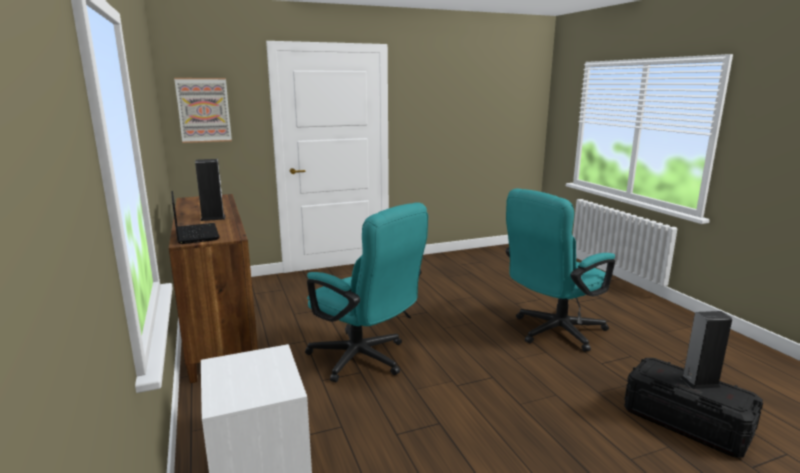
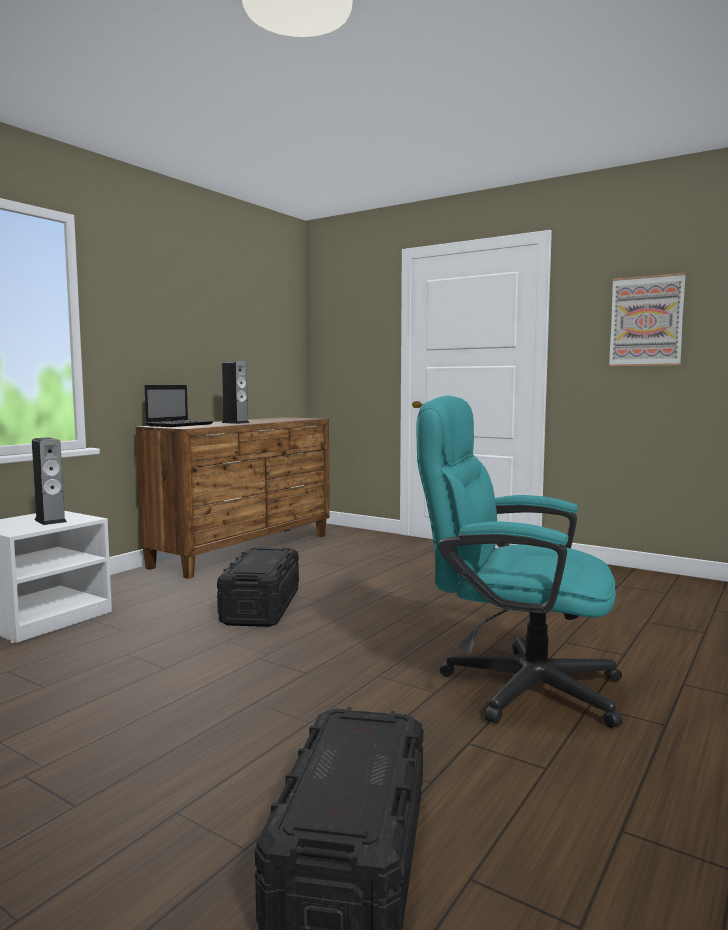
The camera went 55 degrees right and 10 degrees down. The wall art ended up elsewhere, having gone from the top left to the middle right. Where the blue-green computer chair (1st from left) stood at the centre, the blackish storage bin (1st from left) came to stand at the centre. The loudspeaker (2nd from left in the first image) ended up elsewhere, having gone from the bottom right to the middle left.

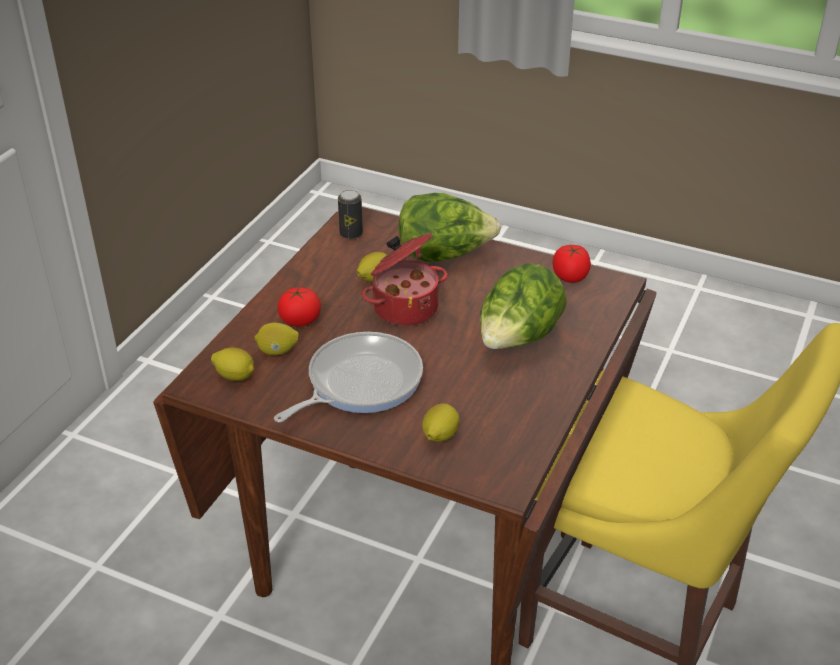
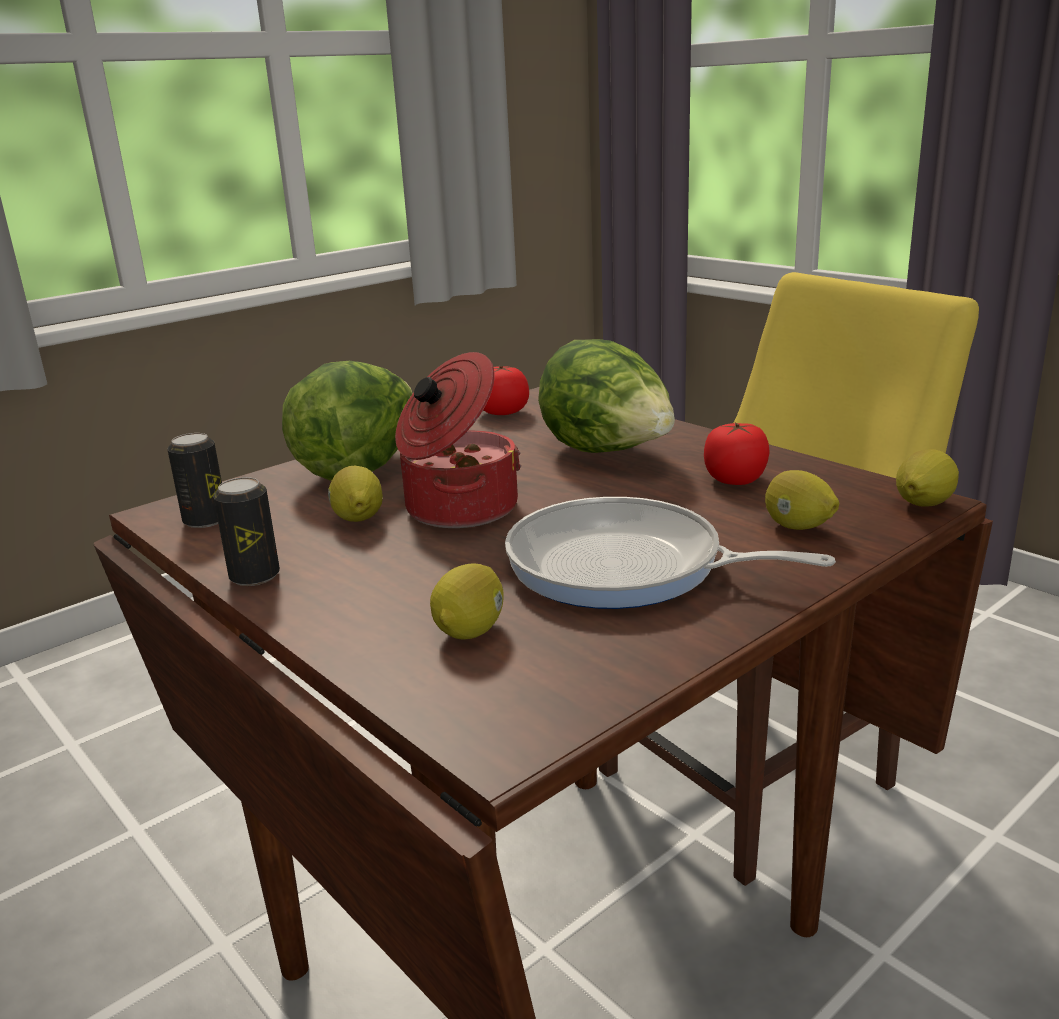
The camera went 65 degrees left and 15 degrees down. The tomato (1st from left in the first image) ended up elsewhere, having gone from the centre to the middle right. The frying pan at the centre ended up facing another way, 45 degrees counterclockwise from before. The lemon (1st from left in the first image) ended up elsewhere, having gone from the middle left to the middle right. The second view gained the sealed can (2nd from left) at the middle left.

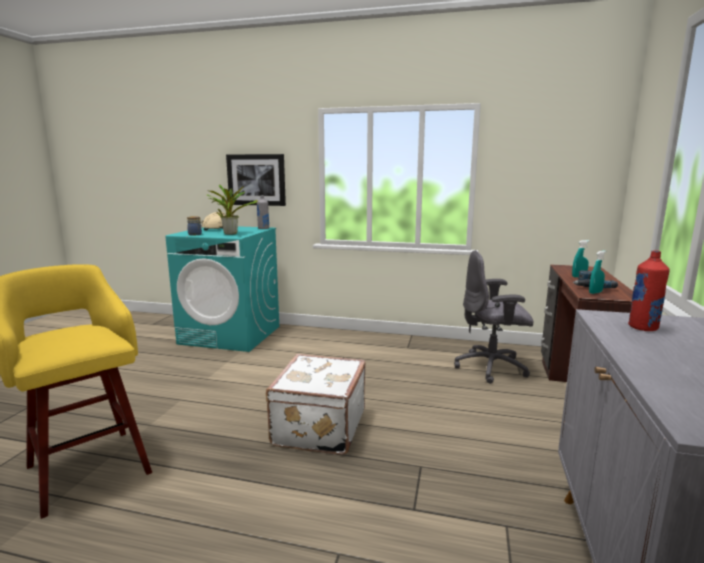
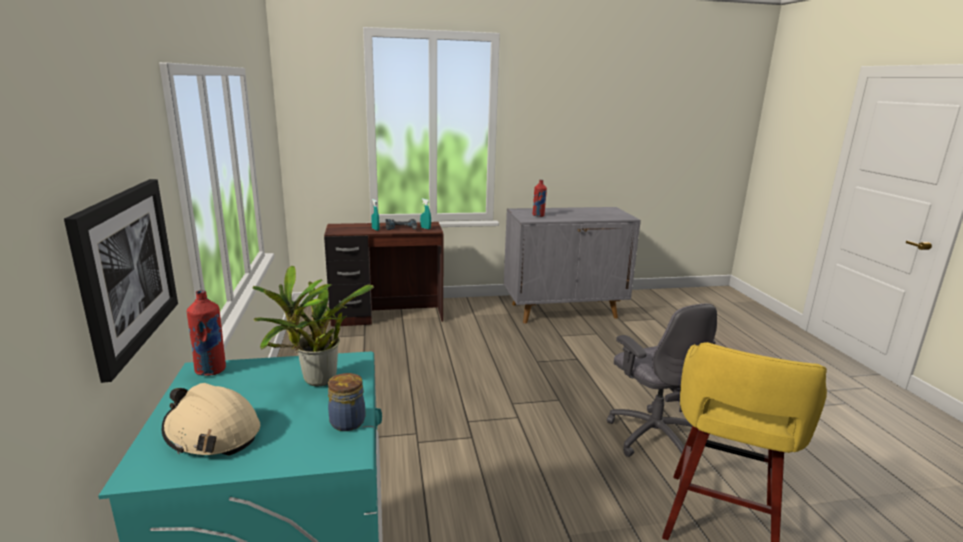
The camera went 115 degrees left and 5 degrees up. What was the greyish drink bottle at the centre turned into the red drink bottle (1st from left) at the middle left. The greyish computer chair ended up elsewhere, having gone from the middle right to the bottom right. The second view lost the white travel case at the bottom centre.

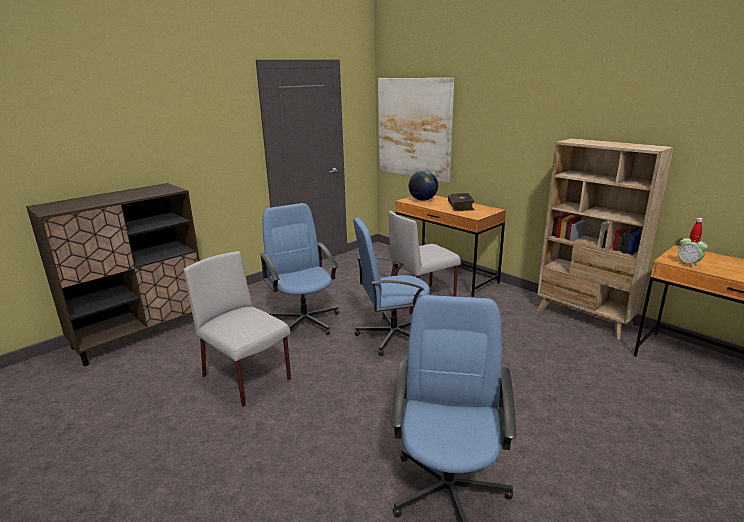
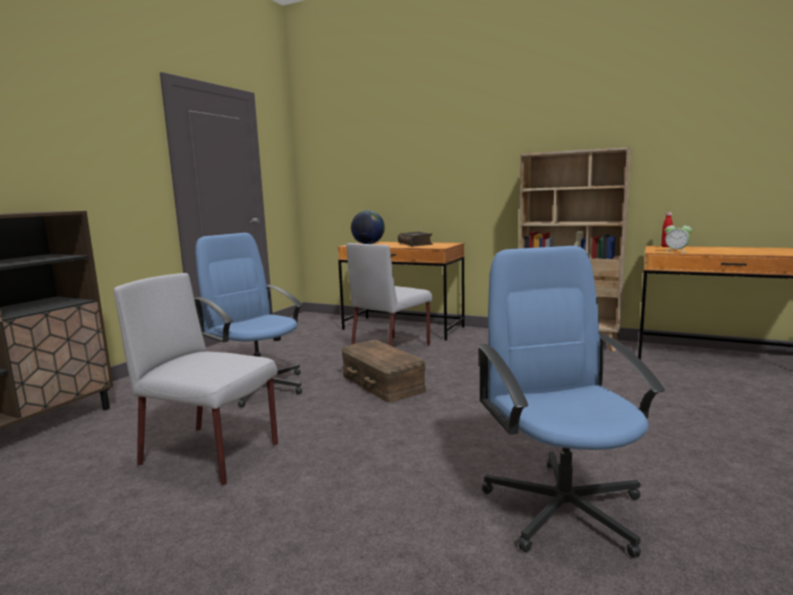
The camera went 20 degrees left and 10 degrees down. The second view lost the wall art at the top centre. Where the bluish computer chair (2nd from left) stood at the centre, the brown storage bin came to stand at the centre.

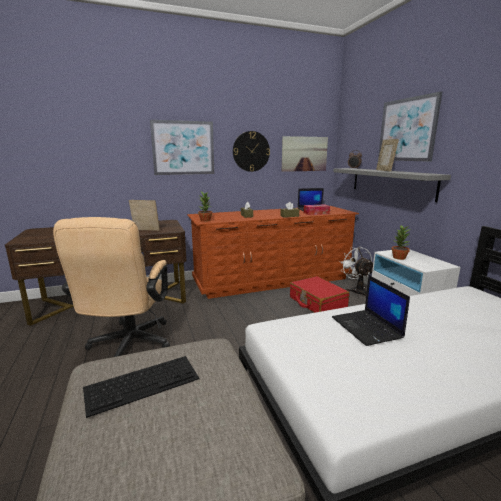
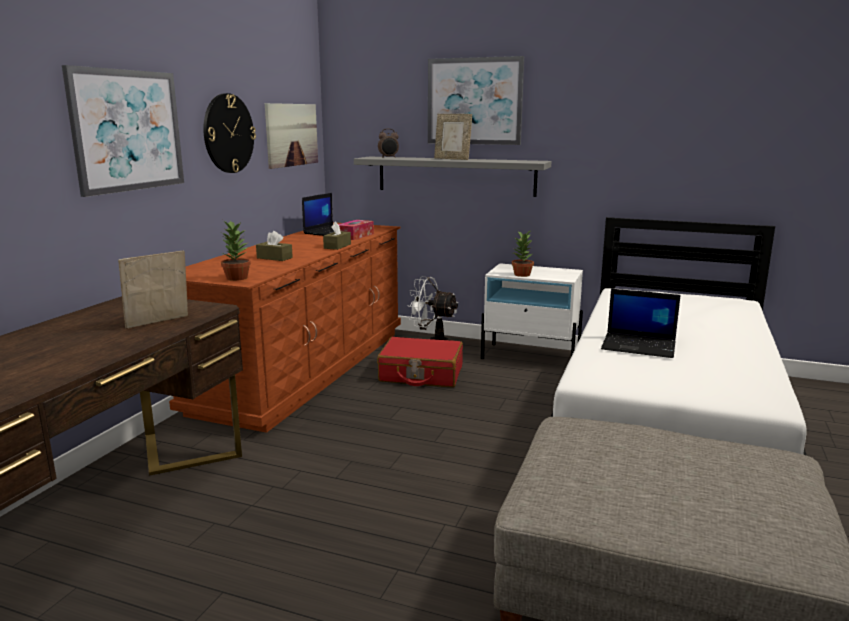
The camera went 50 degrees left and 0 degrees up. The second view lost the beige computer chair at the middle left. The second view lost the PC keyboard at the bottom left.

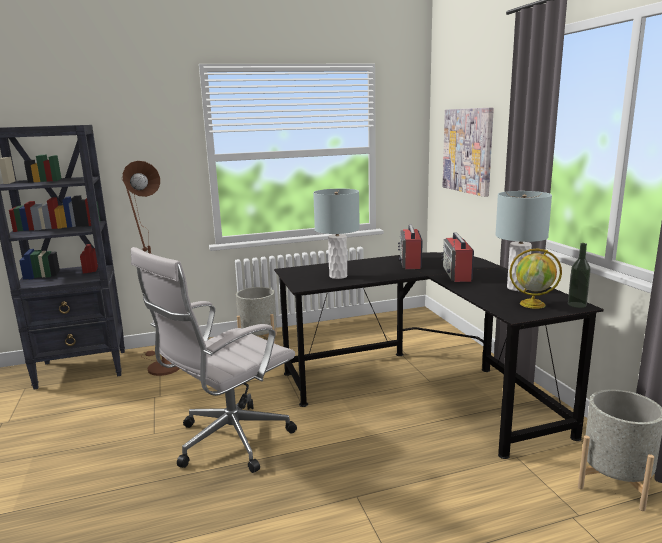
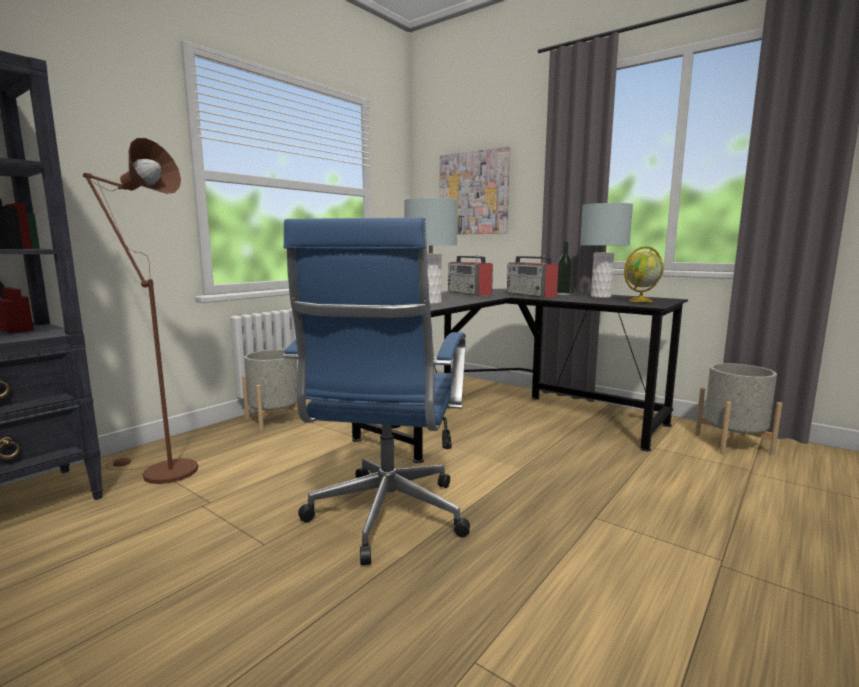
The camera went 35 degrees left and 5 degrees down. The drink bottle ended up elsewhere, having gone from the middle right to the centre. What was the white computer chair at the middle left turned into the bluish computer chair at the centre.

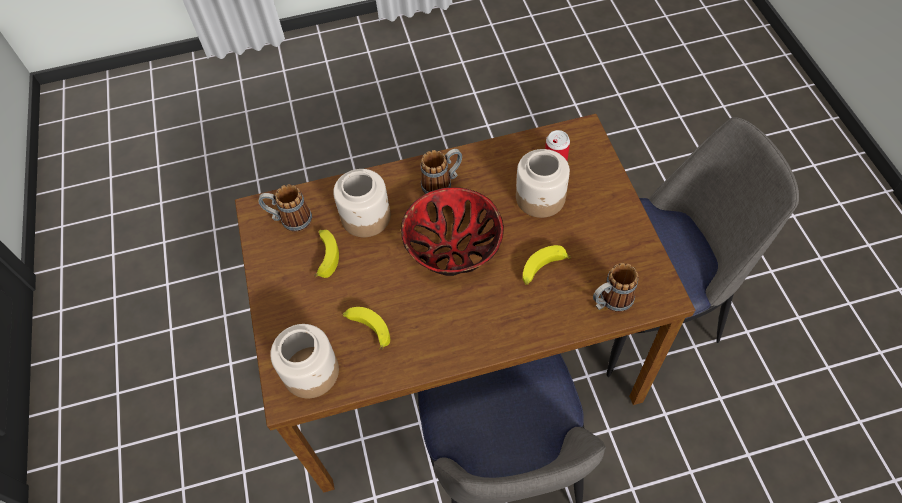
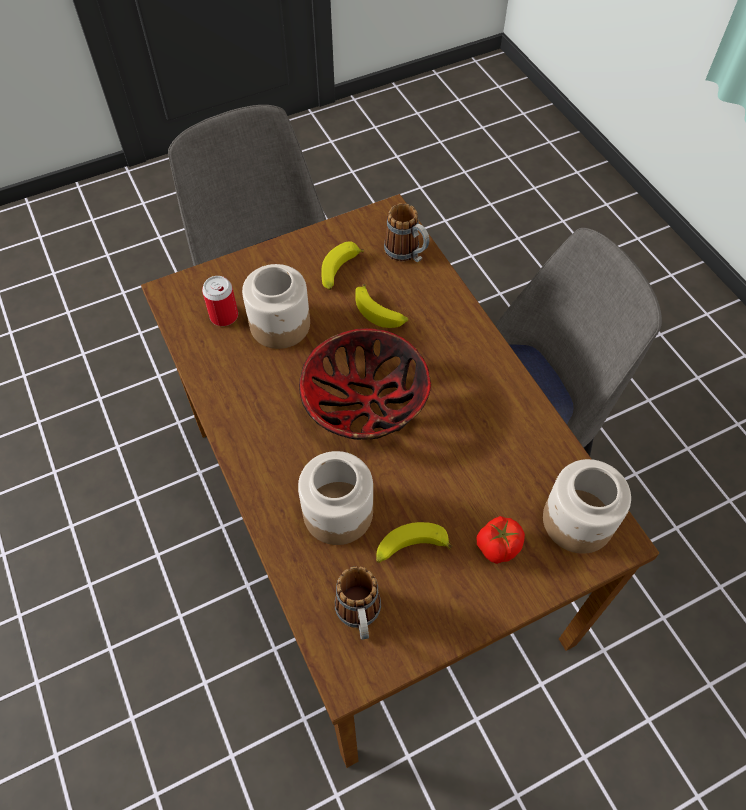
The camera went 105 degrees left and 0 degrees up. The second view lost the tea mug (2nd from left) at the centre. The whole banana (2nd from left in the first image) ended up elsewhere, having gone from the centre to the top centre. The second view gained the tomato at the bottom right.

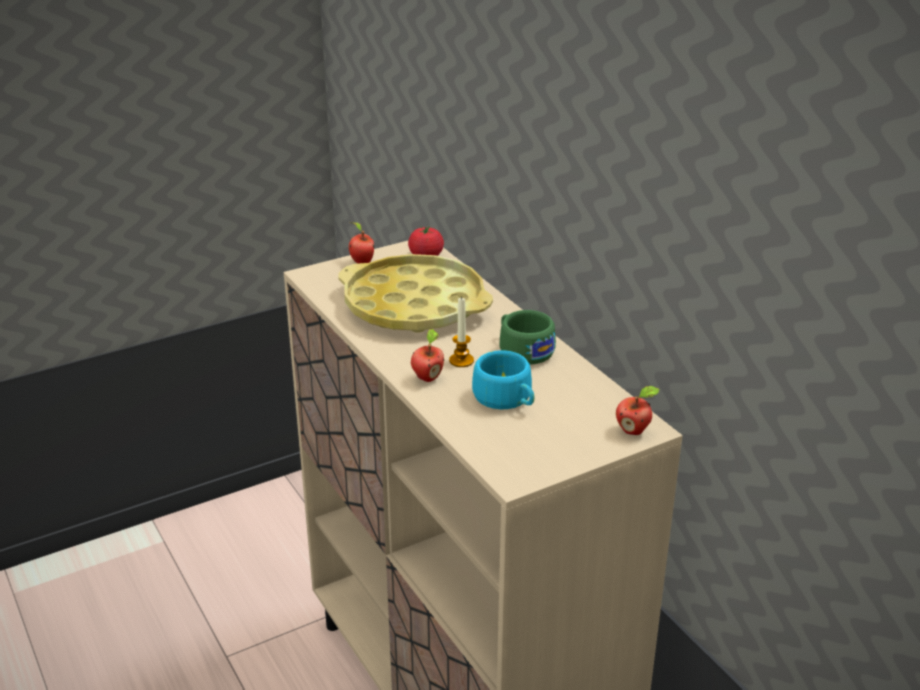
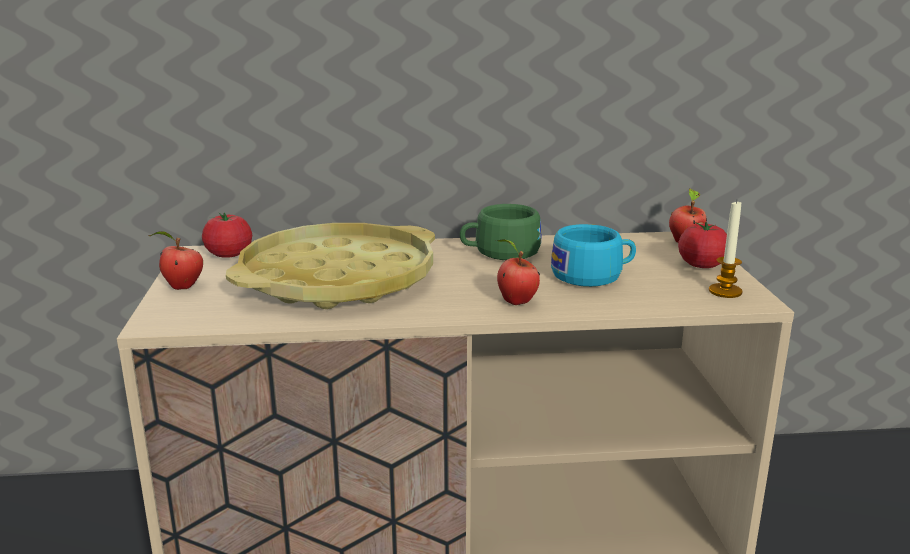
The camera went 65 degrees left and 10 degrees down. The wax light ended up elsewhere, having gone from the centre to the middle right. The second view gained the tomato (2nd from left) at the middle right.

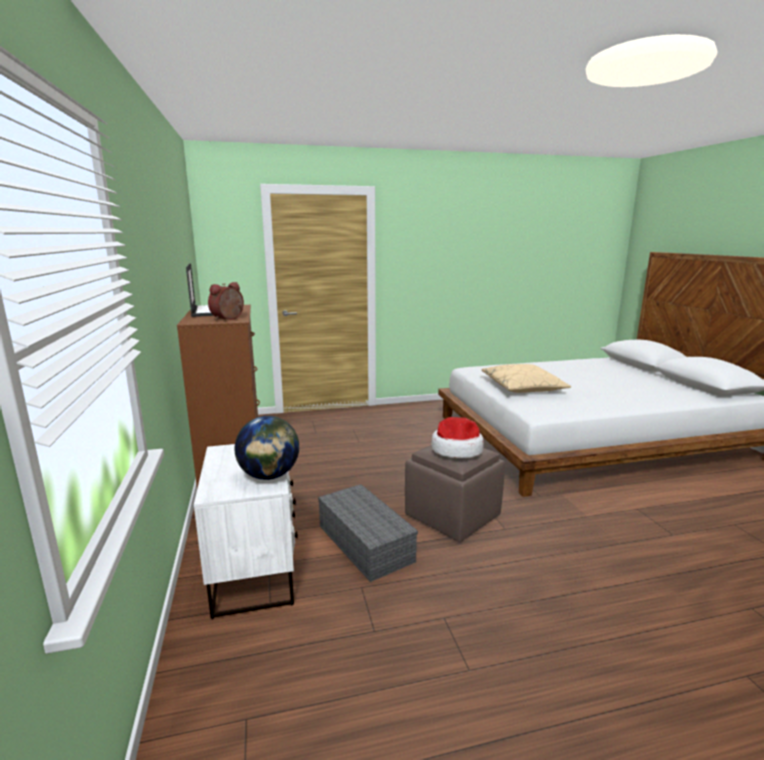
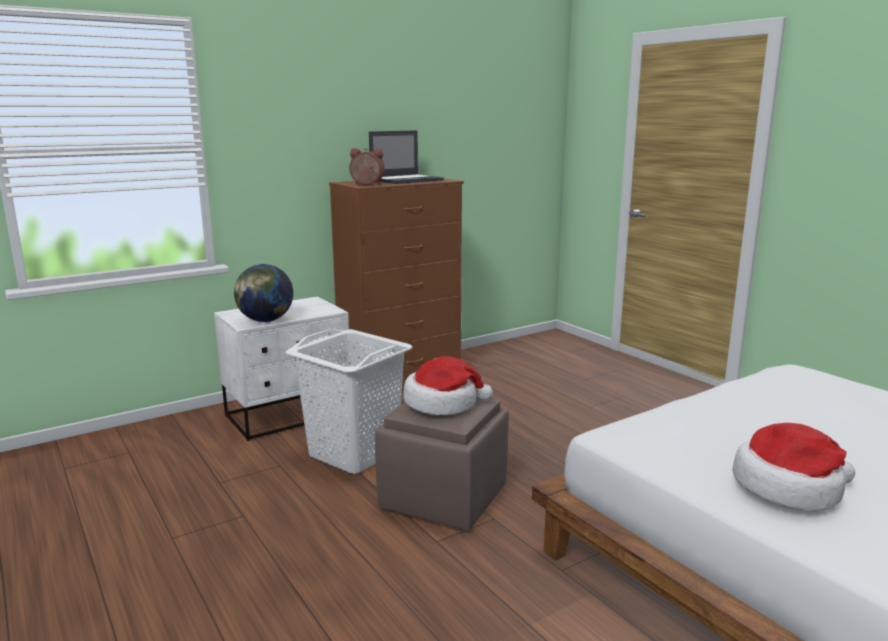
The camera went 70 degrees right and 0 degrees up. The second view lost the beige pillow at the middle right. Where the greyish storage bin stood at the bottom centre, the white washing basket came to stand at the centre. The second view gained the hat (2nd from left) at the bottom right.

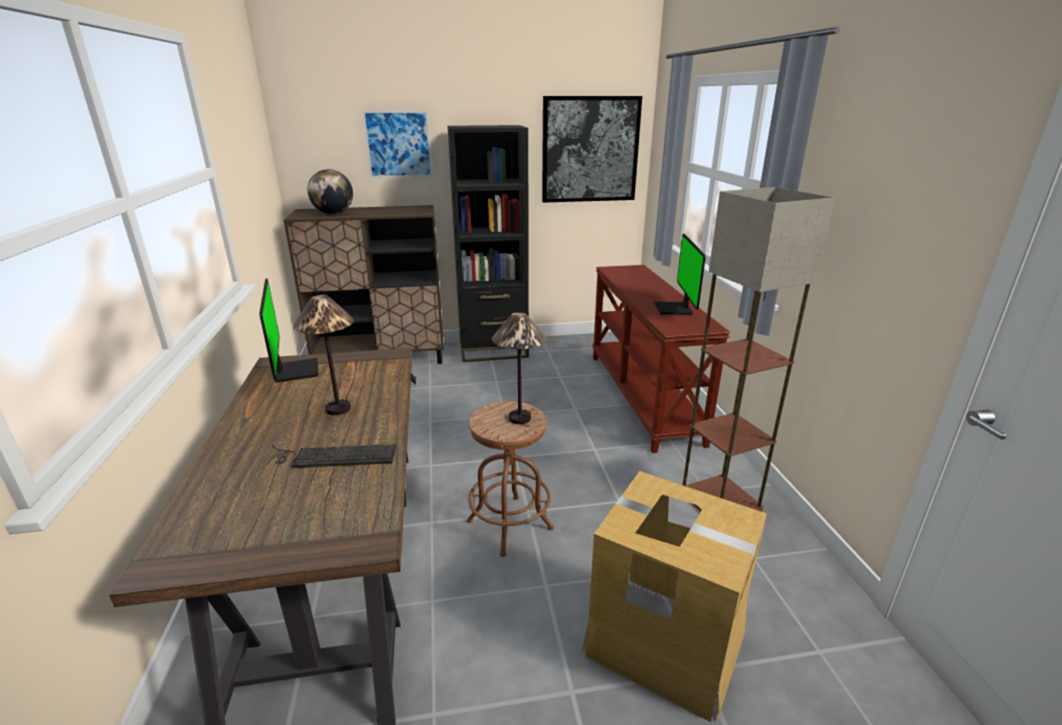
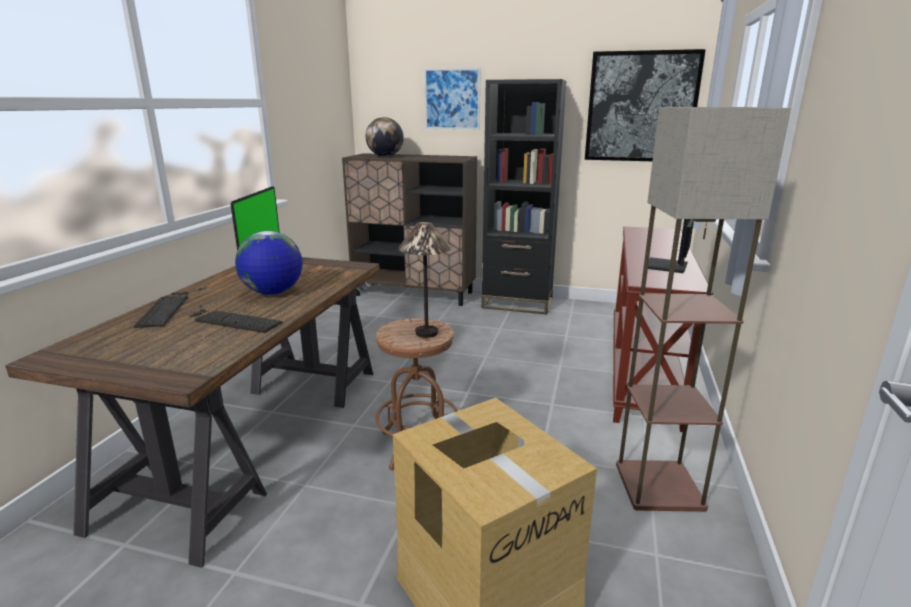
The camera went 25 degrees right and 5 degrees down. Where the lamp for a table (1st from left) stood at the middle left, the world globe (1st from left) came to stand at the middle left. The second view gained the PC keyboard (1st from left) at the middle left.

